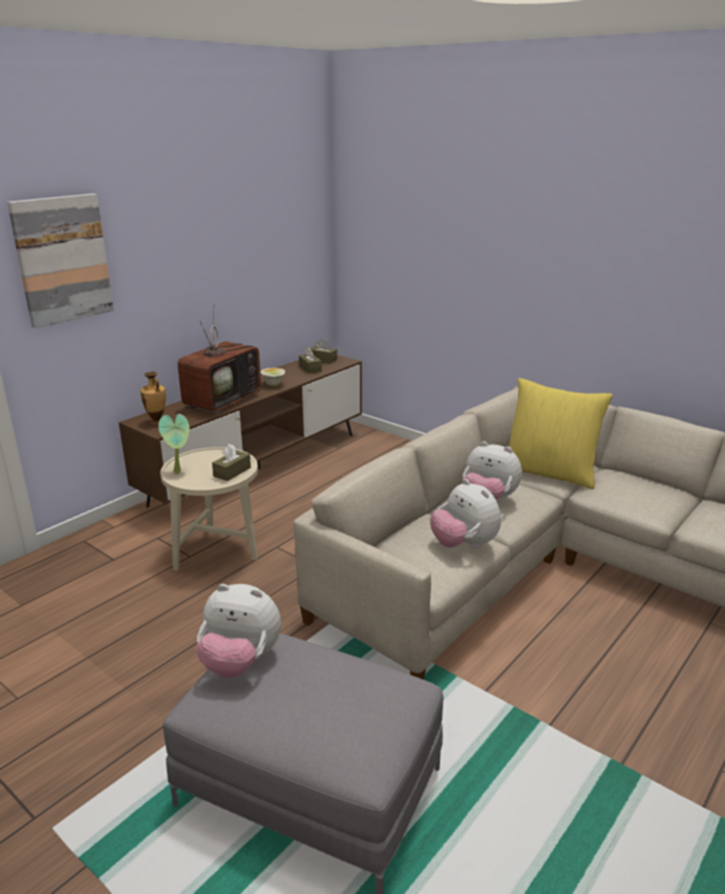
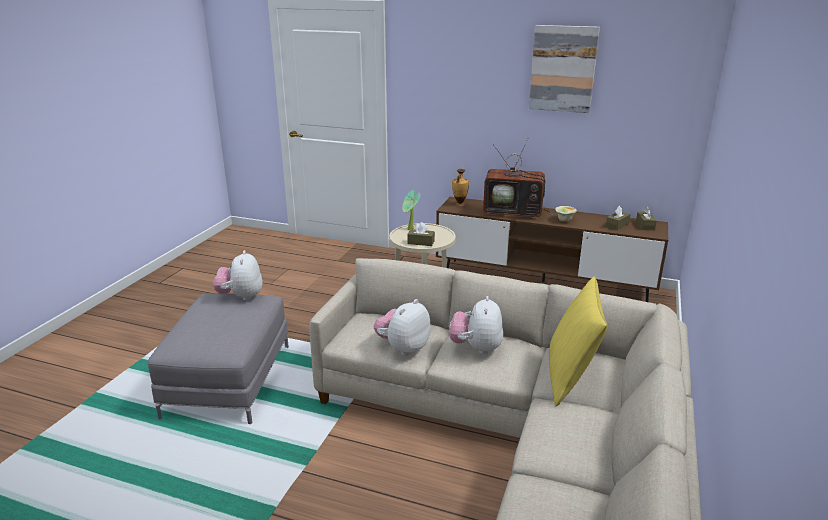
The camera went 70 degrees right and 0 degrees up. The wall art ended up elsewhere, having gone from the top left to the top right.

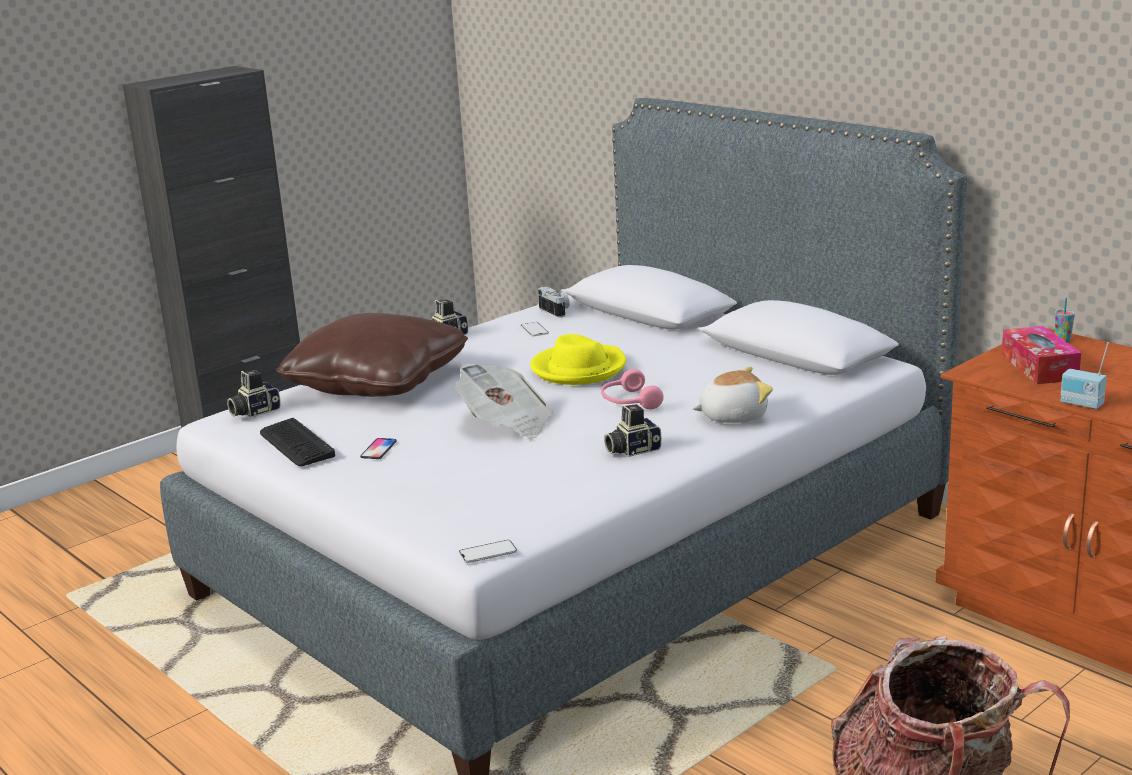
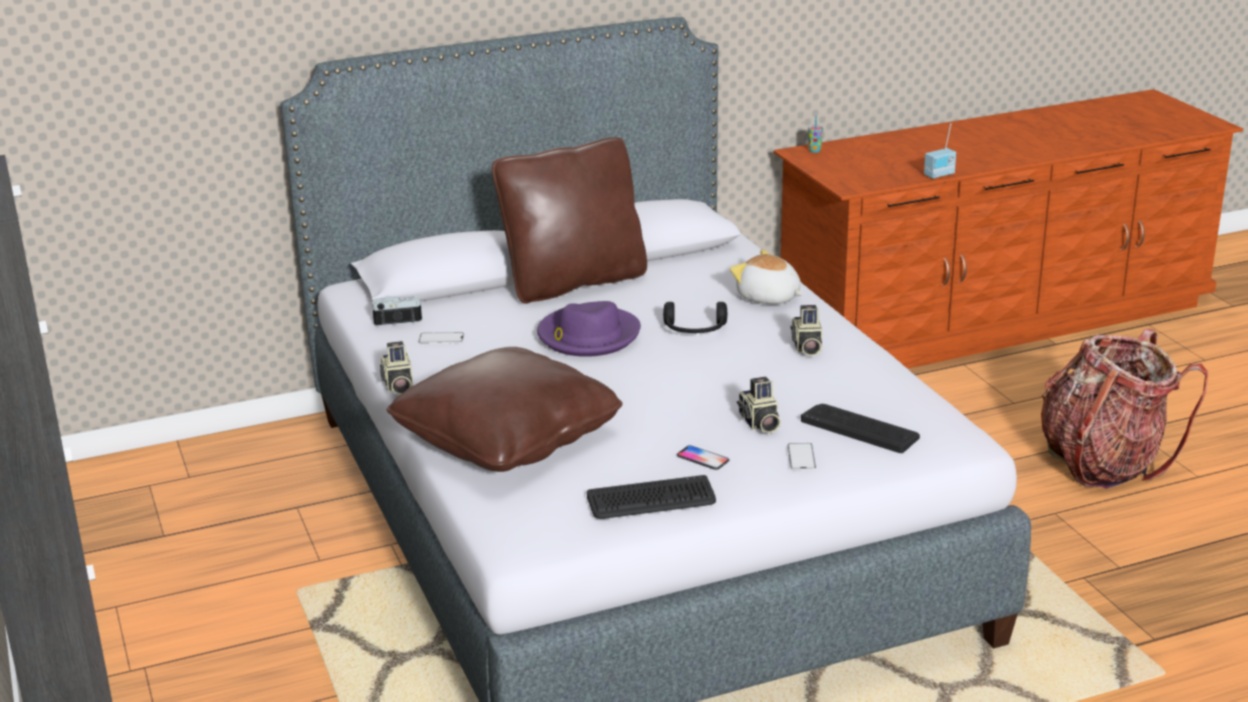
The camera went 70 degrees left and 5 degrees up. The second view lost the box of tissues at the middle right. What was the yellow hat at the centre turned into the purplish hat at the centre. The second view lost the newspaper at the centre. The soft toy at the centre ended up facing another way, 60 degrees counterclockwise from before. What was the pink headset at the centre turned into the blackish headset at the centre. The photo camera (1st from left in the first image) ended up elsewhere, having gone from the middle left to the centre. The handset (2nd from left in the first image) ended up elsewhere, having gone from the bottom centre to the centre. The second view gained the brown pillow (2nd from left) at the top centre. The second view gained the PC keyboard (2nd from left) at the middle right.

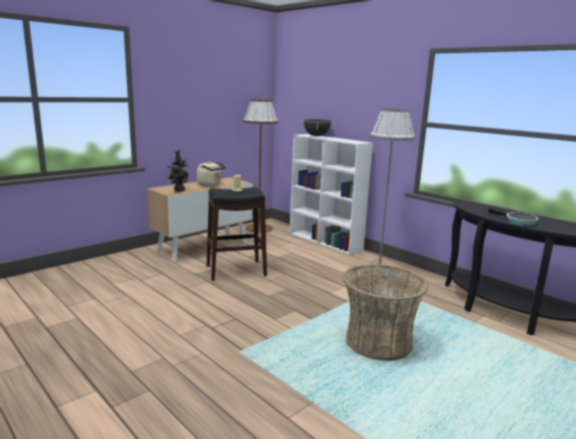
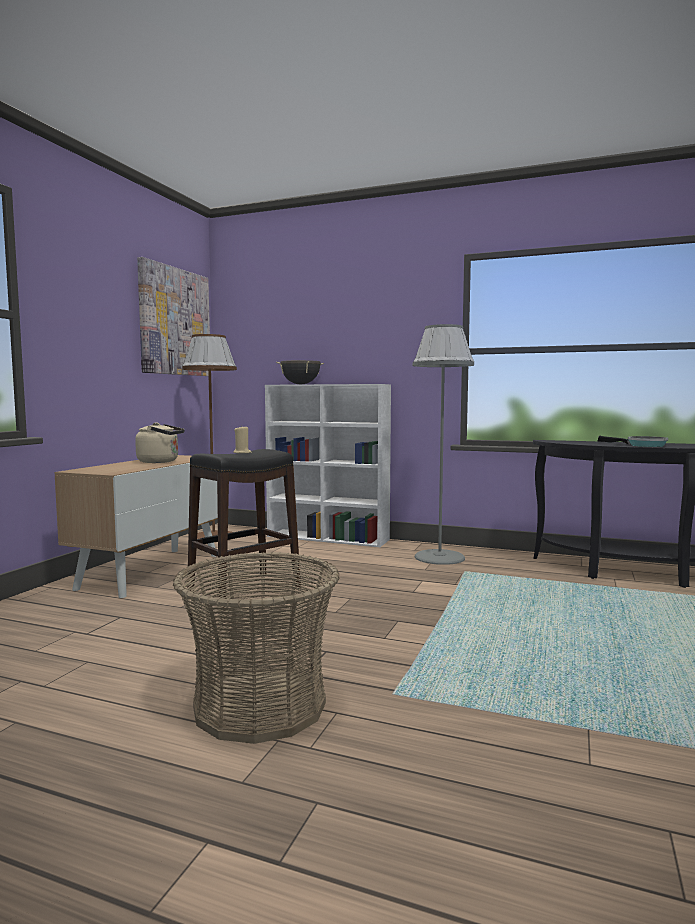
The camera went 25 degrees left and 10 degrees down. The second view lost the potted plant at the middle left. The storage basket ended up elsewhere, having gone from the bottom right to the bottom centre. The second view gained the wall art at the middle left.

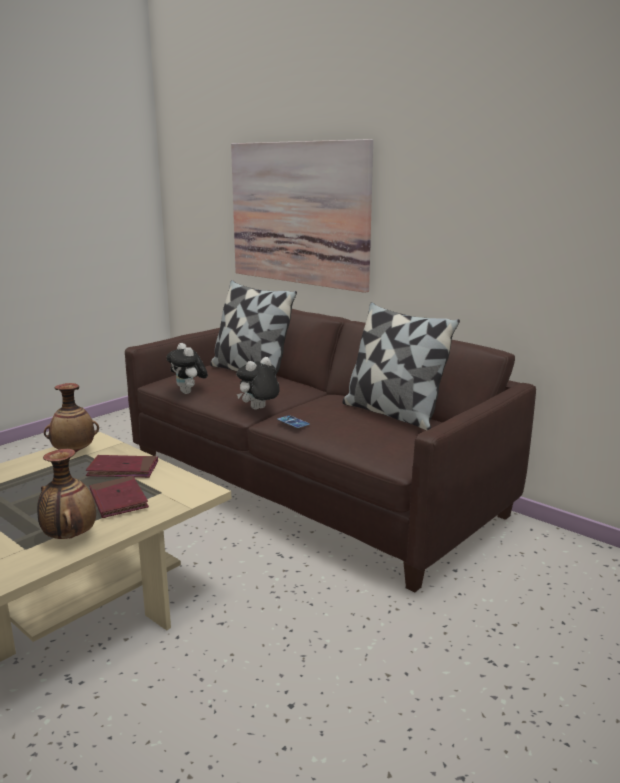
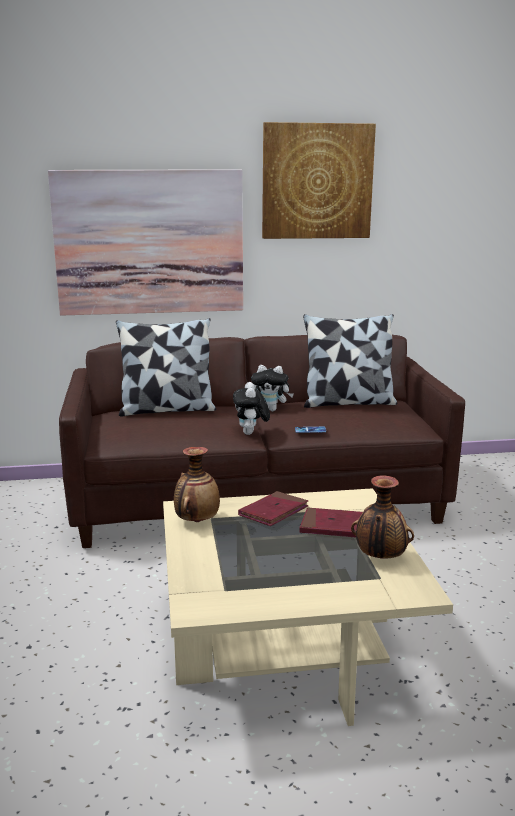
The camera went 50 degrees left and 0 degrees up. The soft toy (1st from left in the first image) ended up elsewhere, having gone from the middle left to the centre. The second view gained the wall art (2nd from left) at the top centre.

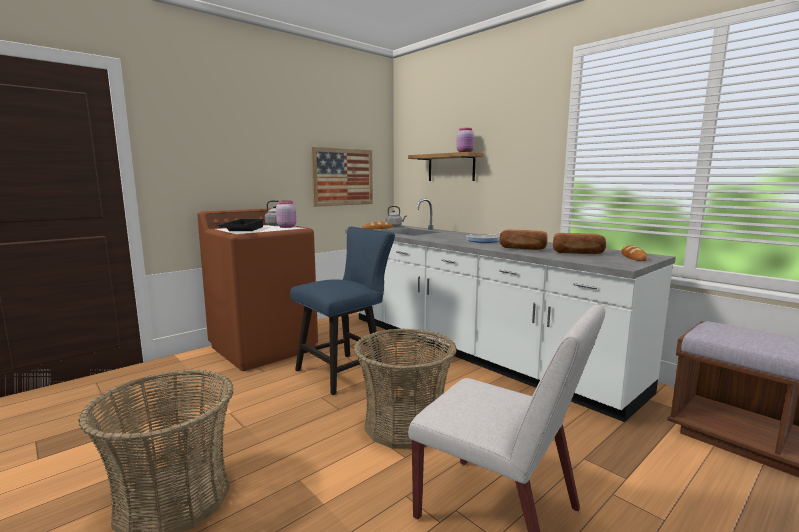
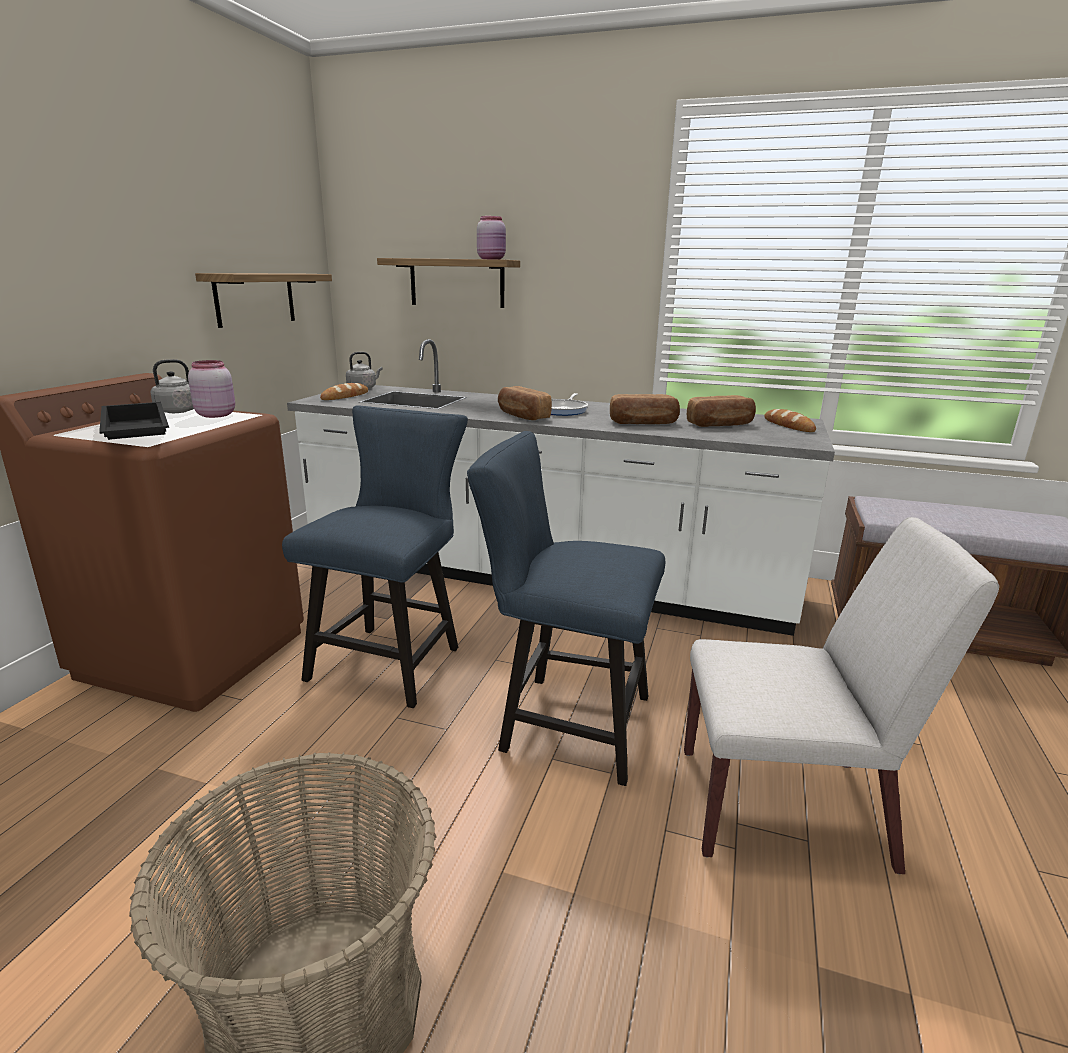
The camera went 30 degrees left and 10 degrees up. Where the wall art hung at the top centre, the bracket shelf (1st from left) came to hang at the top left. Where the storage basket (2nd from left) stood at the bottom centre, the bluish plain chair (2nd from left) came to stand at the centre. The second view gained the bread (2nd from left) at the centre.

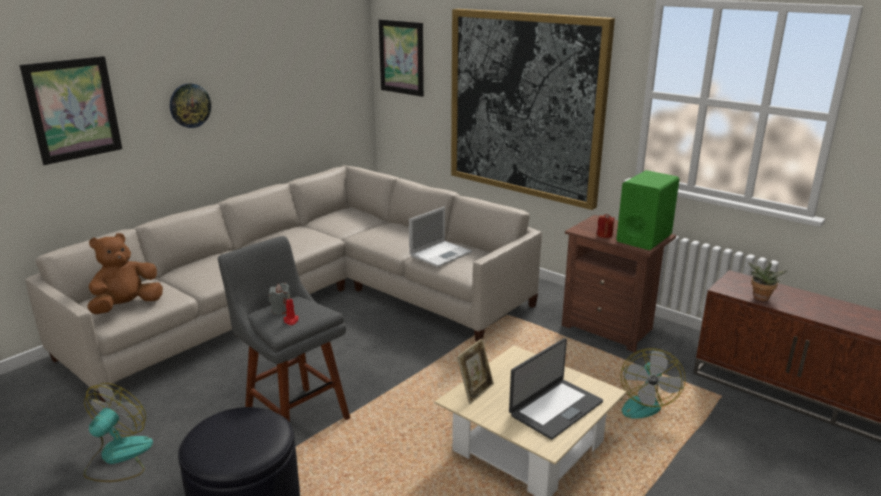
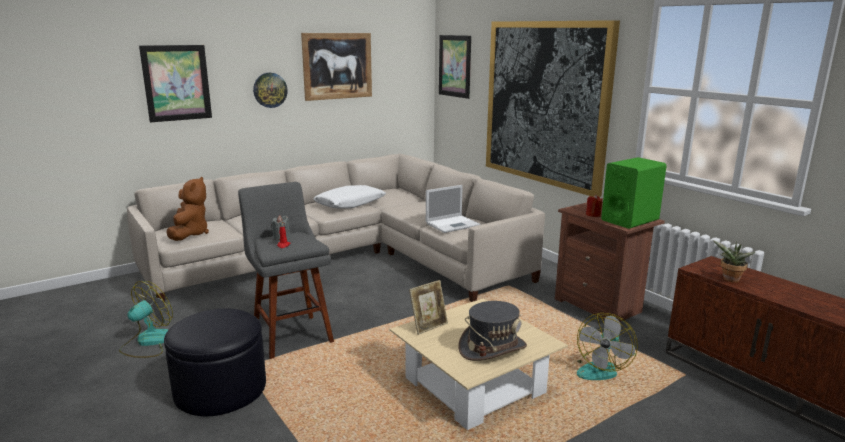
The camera went 15 degrees right and 5 degrees down. The brown soft toy at the middle left ended up facing another way, 120 degrees clockwise from before. Where the notebook computer (2nd from left) stood at the bottom centre, the greyish hat came to stand at the bottom centre. The second view gained the wall art (2nd from left) at the top centre. The second view gained the white pillow at the centre.

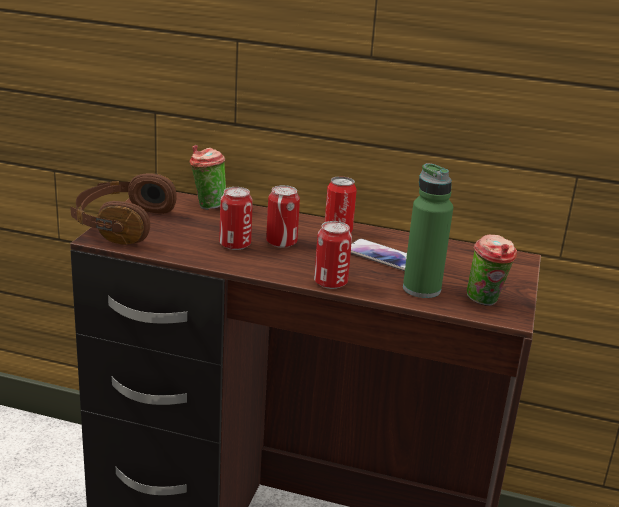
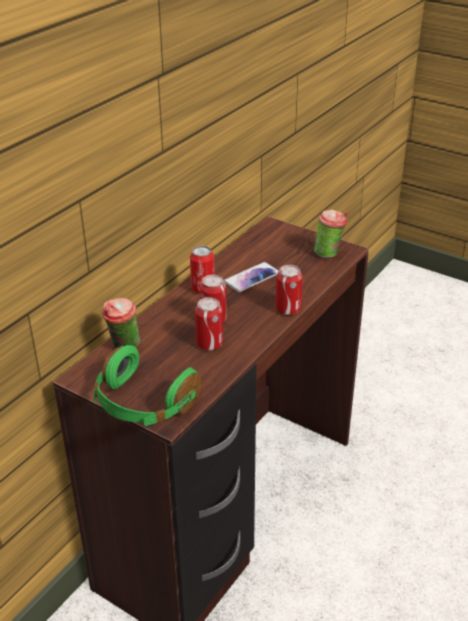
The camera went 70 degrees left and 10 degrees up. The second view lost the green-coloured drink bottle at the middle right. What was the brown headset at the middle left turned into the green-coloured headset at the middle left.

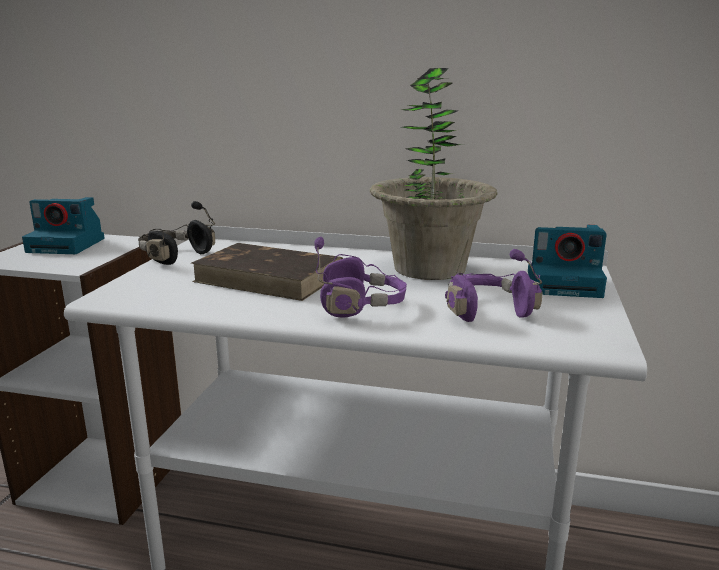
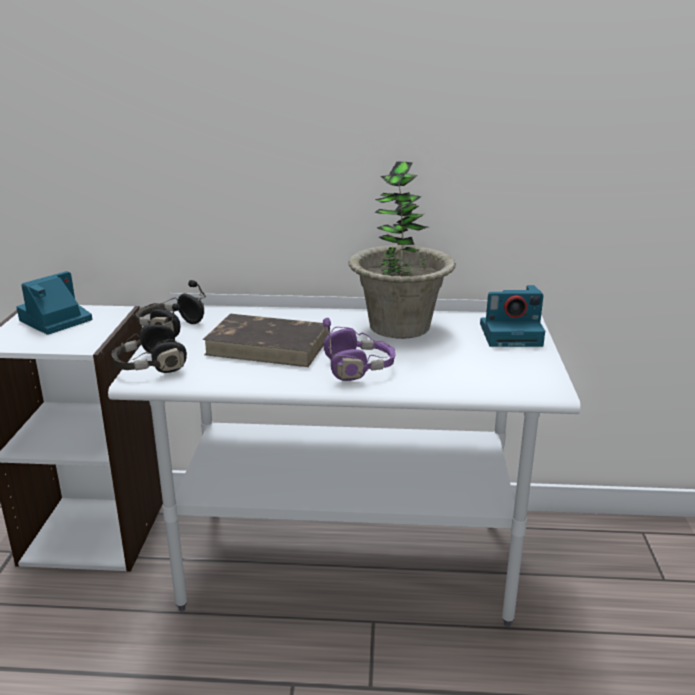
The camera went 10 degrees left and 5 degrees up. The photo camera (1st from left) at the middle left ended up facing another way, 135 degrees clockwise from before. The second view lost the purplish headset (2nd from left) at the middle right. The second view gained the blackish headset (1st from left) at the middle left.

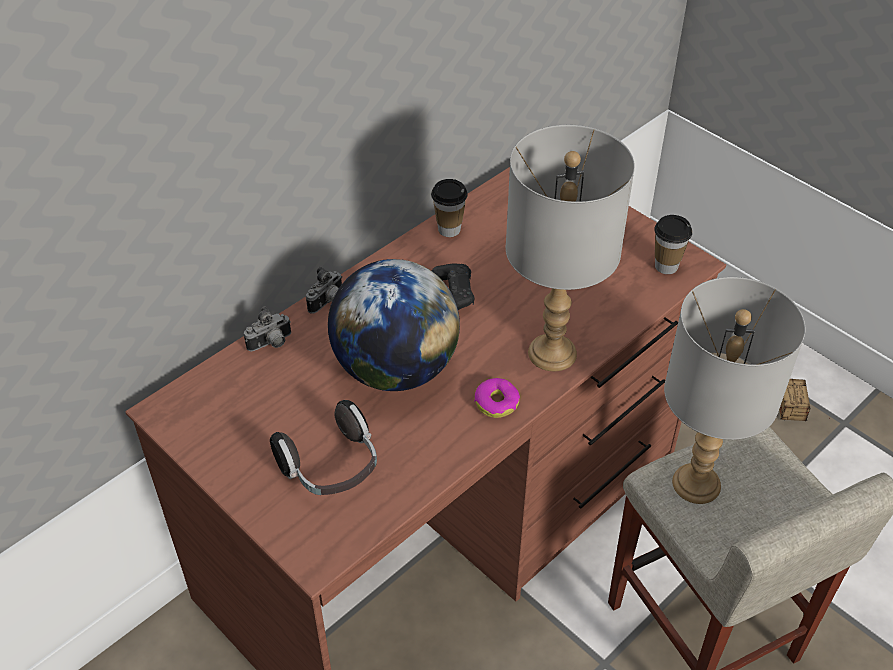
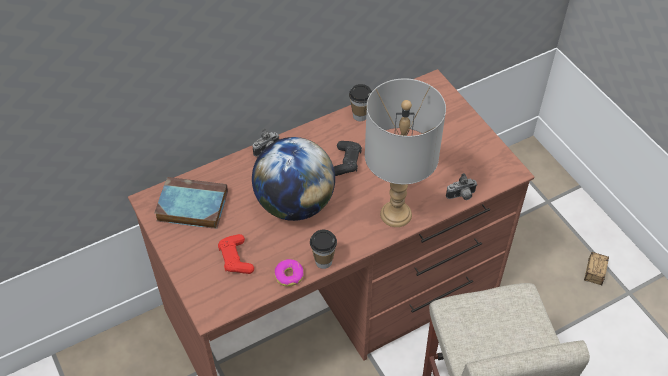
The camera went 15 degrees right and 5 degrees up. The cup (2nd from left in the first image) ended up elsewhere, having gone from the middle right to the centre. The second view lost the greyish lamp for a table (2nd from left) at the middle right. The photo camera (1st from left in the first image) ended up elsewhere, having gone from the middle left to the middle right. The ring doughnut ended up elsewhere, having gone from the centre to the bottom centre. Where the headset stood at the bottom centre, the red gamepad came to stand at the bottom centre. The second view gained the bound book at the middle left.

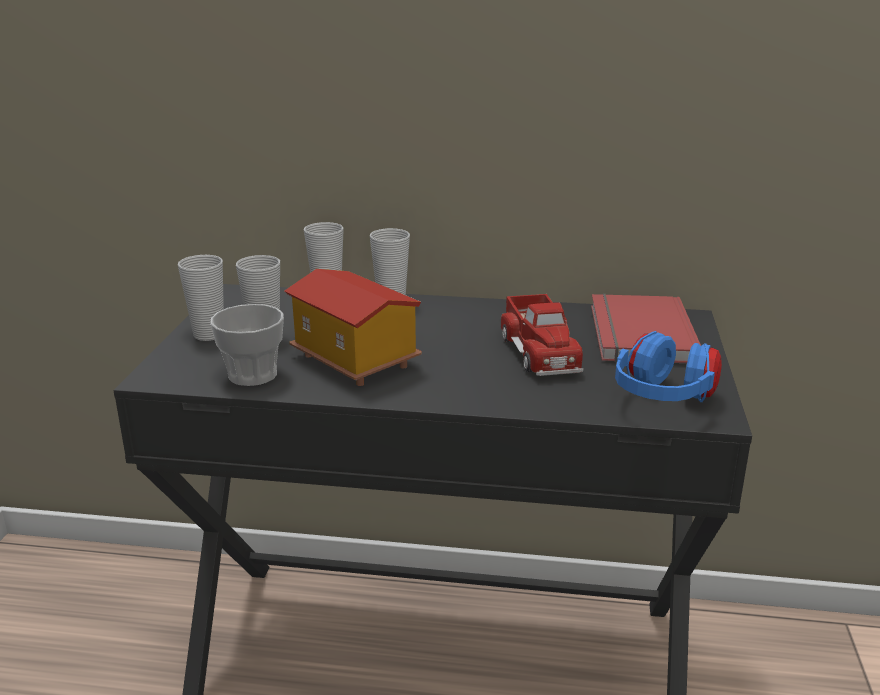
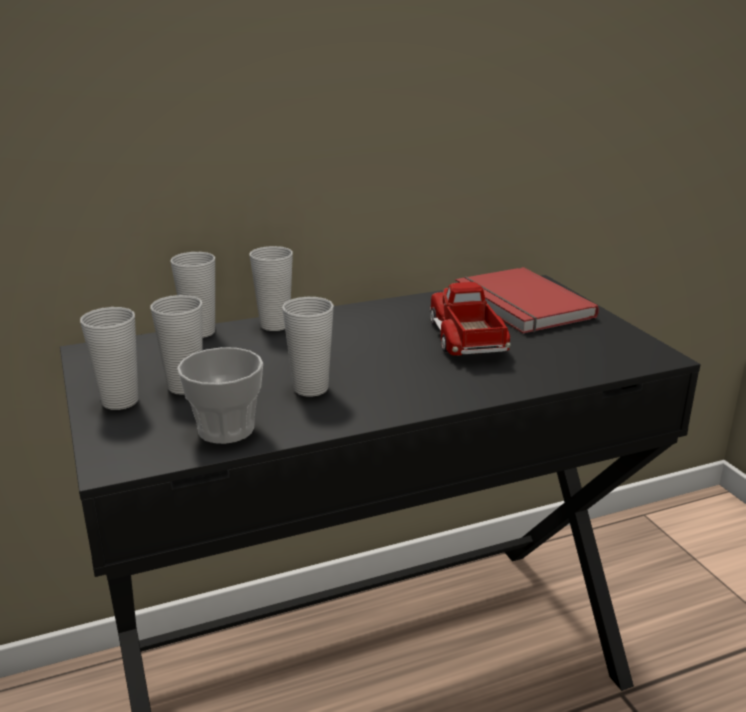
The camera went 30 degrees left and 0 degrees up. Where the miniature house stood at the centre, the cup (6th from left) came to stand at the centre. The toy lorry at the centre ended up facing another way, 150 degrees counterclockwise from before. The second view lost the bluish headset at the middle right.

